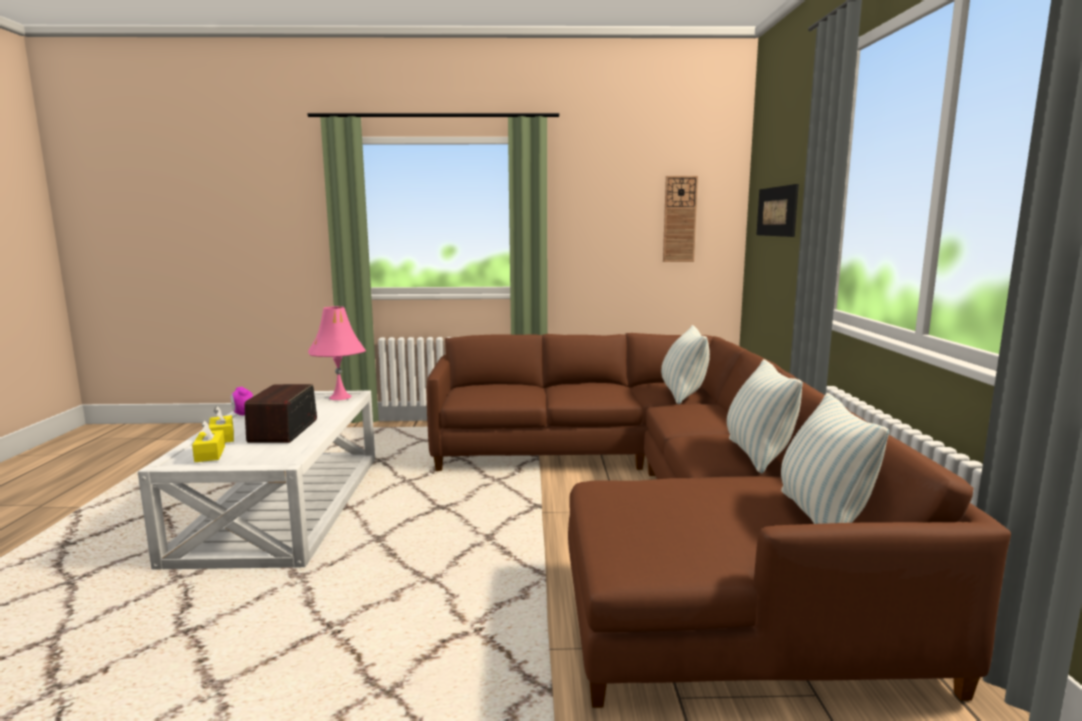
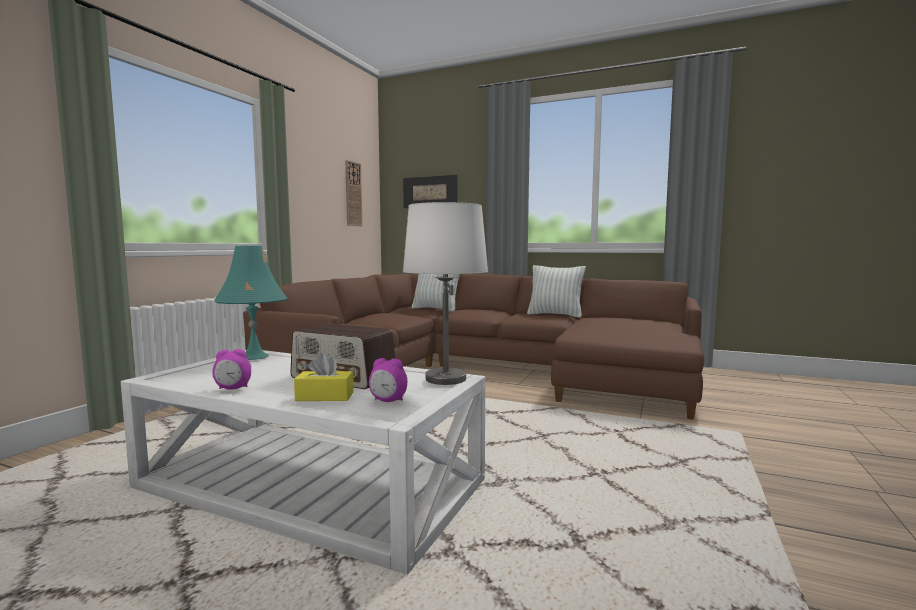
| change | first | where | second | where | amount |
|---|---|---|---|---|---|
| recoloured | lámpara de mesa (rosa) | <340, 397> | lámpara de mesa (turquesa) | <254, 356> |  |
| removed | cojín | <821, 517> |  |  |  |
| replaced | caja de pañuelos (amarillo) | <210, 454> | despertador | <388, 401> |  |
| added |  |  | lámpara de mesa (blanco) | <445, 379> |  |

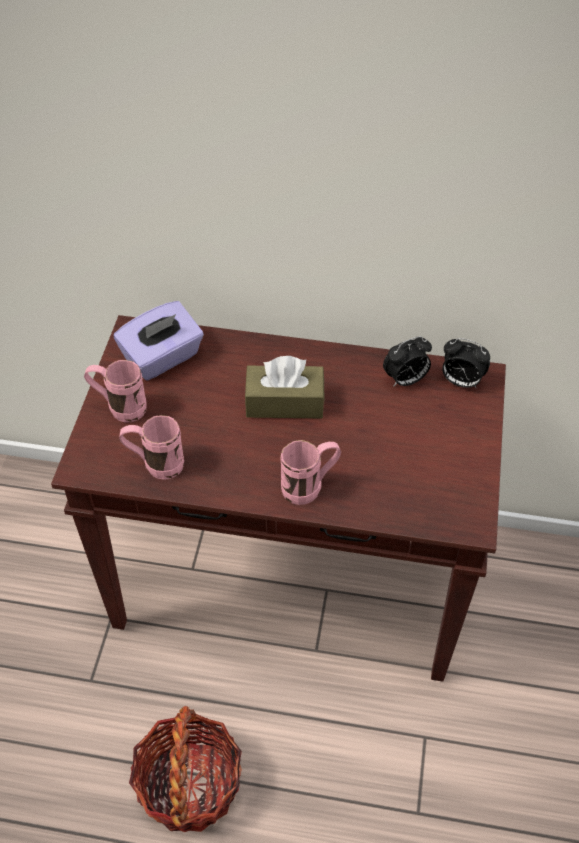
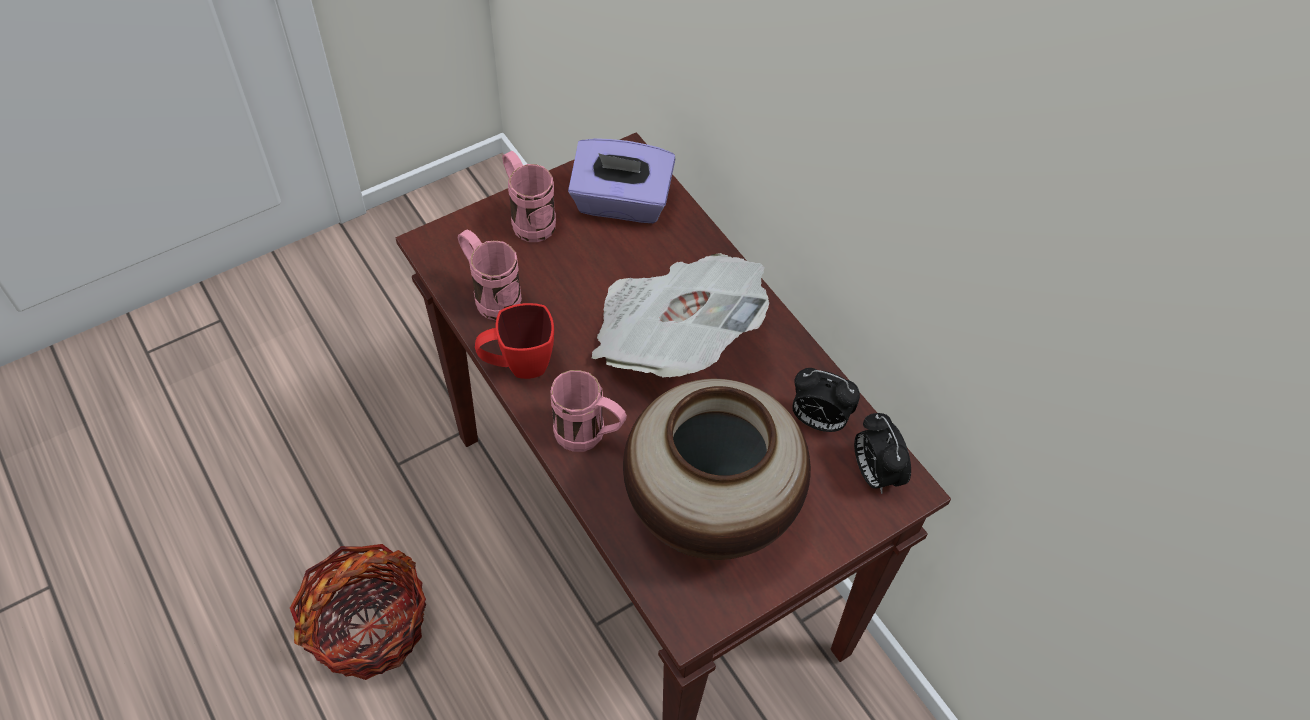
| change | first | where | second | where | amount |
|---|---|---|---|---|---|
| replaced | caja de pañuelos (marrón) | <284, 402> | periódico | <672, 338> |  |
| added |  |  | taza grande (rojo) | <517, 366> |  |
| added |  |  | florero | <709, 507> |  |

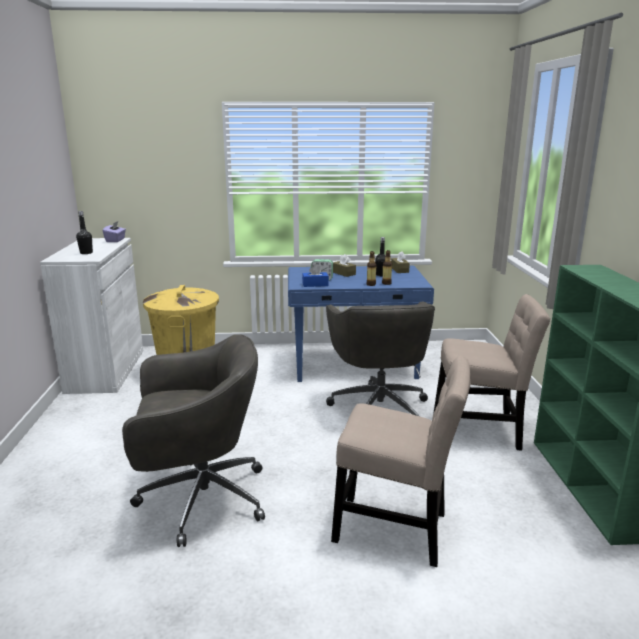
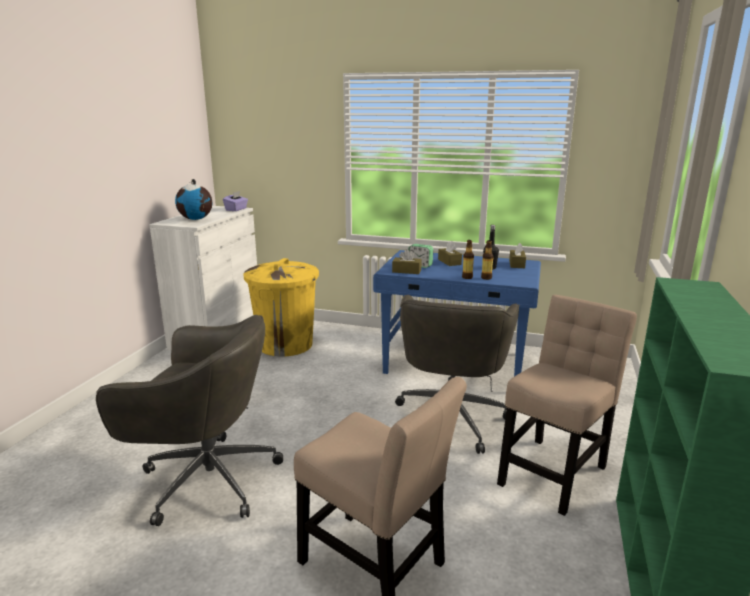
| change | first | where | second | where | amount |
|---|---|---|---|---|---|
| replaced | botella (negro) | <86, 253> | globo terráqueo | <196, 219> |  |
| recoloured | caja de pañuelos (azul) | <315, 284> | caja de pañuelos (marrón) | <406, 271> |  |
| turned | silla (beis) | <480, 432> |  | <554, 471> | 75 degrees counterclockwise |

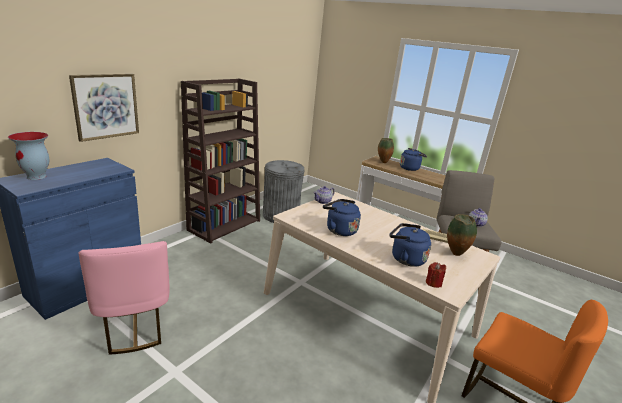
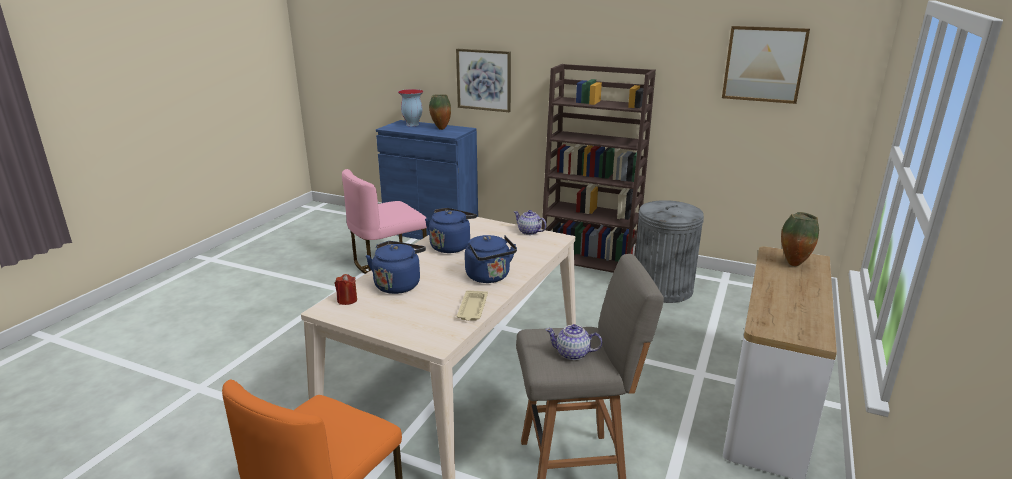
| change | first | where | second | where | amount |
|---|---|---|---|---|---|
| moved | hervidor (azul) | <410, 168> |  | <489, 277> |  |
| moved | florero | <455, 254> |  | <440, 129> |  |
| added |  |  | cuadro | <764, 64> |  |

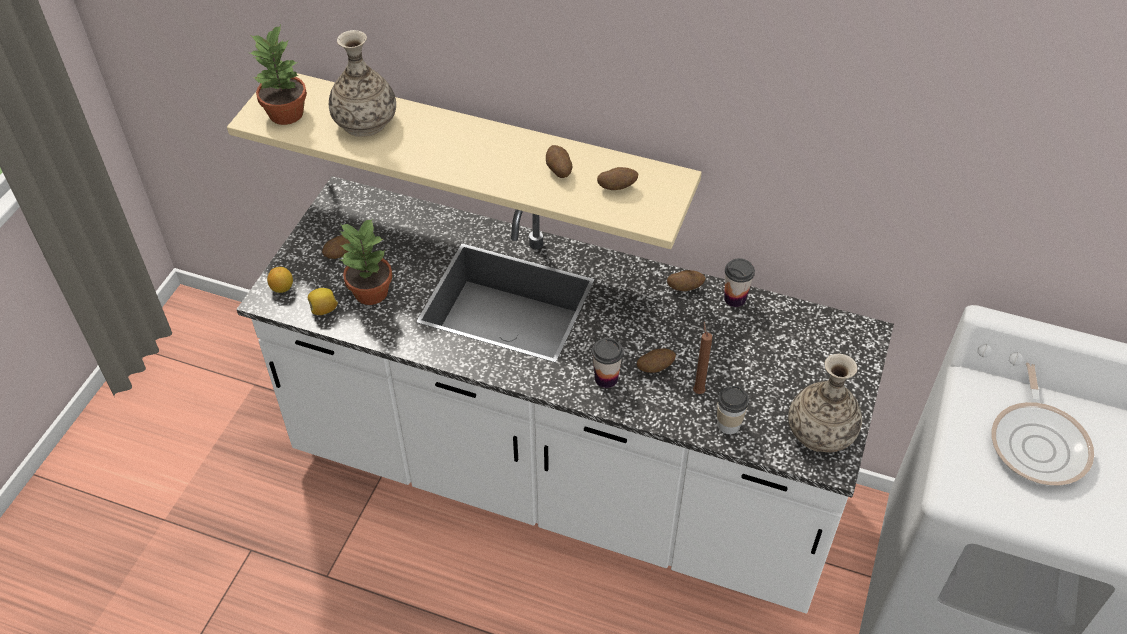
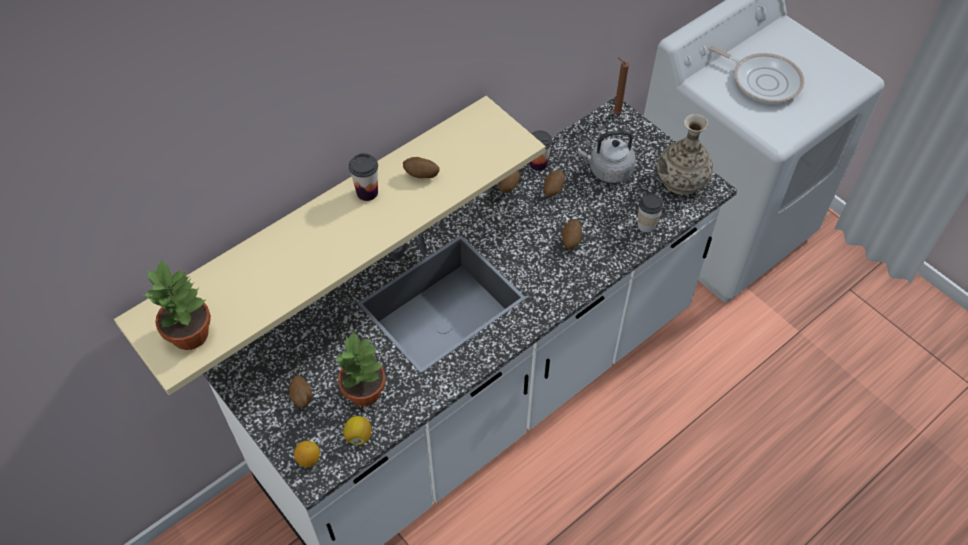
| change | first | where | second | where | amount |
|---|---|---|---|---|---|
| removed | florero | <365, 121> |  |  |  |
| moved | patata | <617, 187> |  | <553, 189> |  |
| moved | vela (marrón) | <698, 390> |  | <615, 113> |  |
| moved | taza | <606, 378> |  | <367, 192> |  |
| added |  |  | hervidor (gris) | <608, 171> |  |

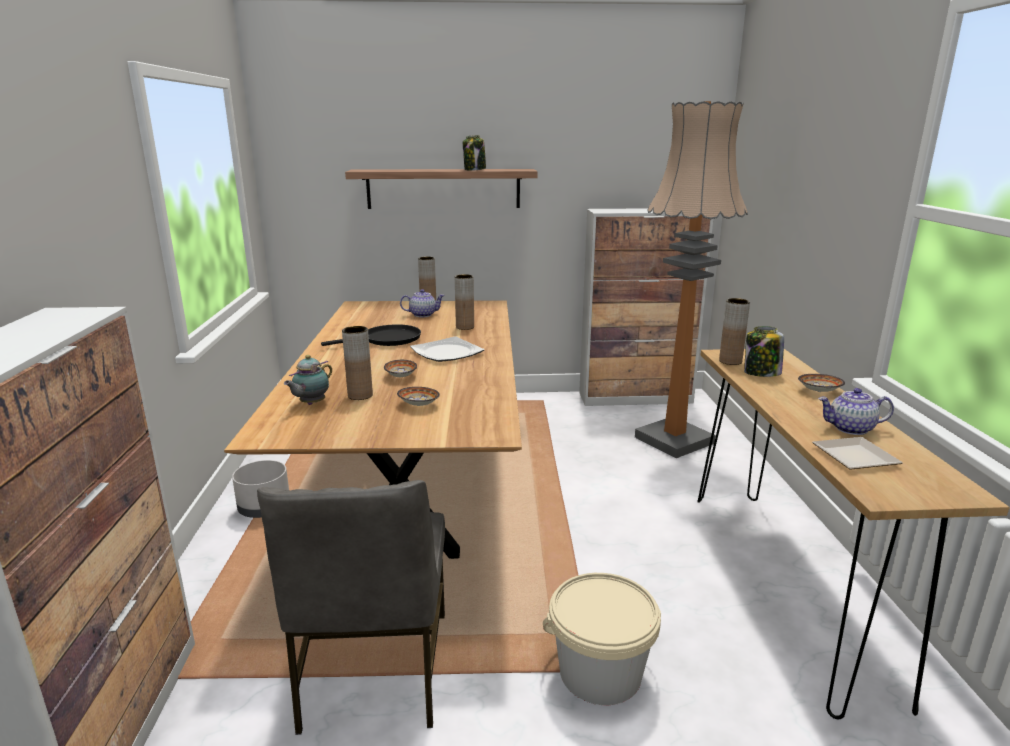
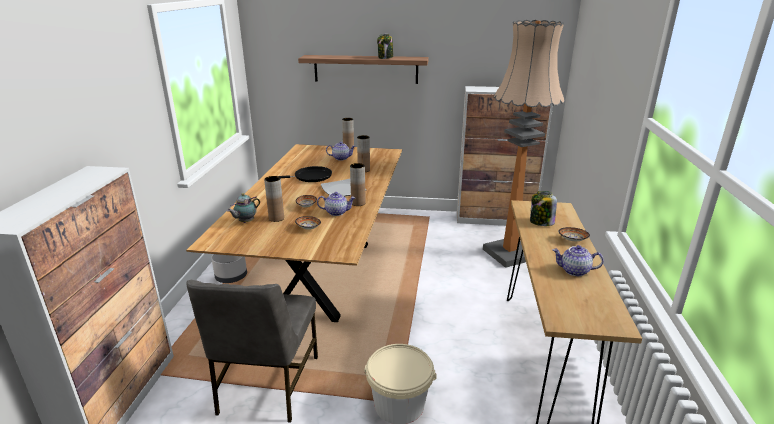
| change | first | where | second | where | amount |
|---|---|---|---|---|---|
| moved | florero (marrón) | <730, 361> |  | <358, 203> |  |
| removed | plato | <858, 457> |  |  |  |
| added |  |  | tetera | <337, 212> |  |

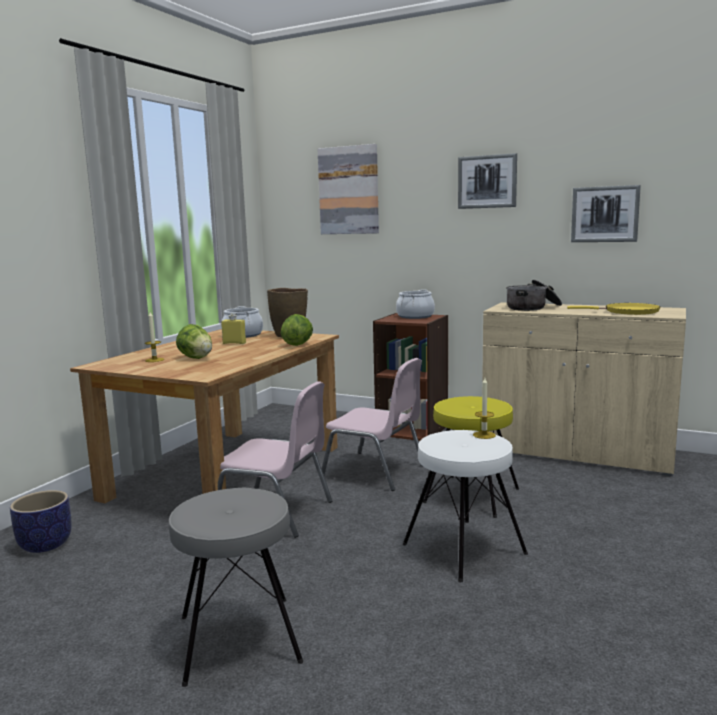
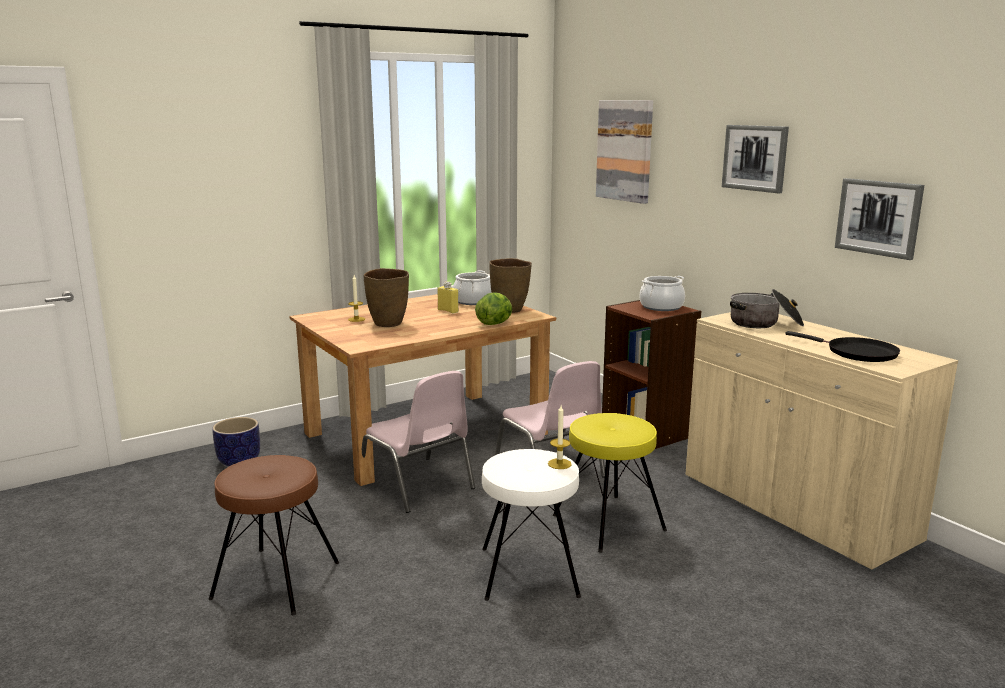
| change | first | where | second | where | amount |
|---|---|---|---|---|---|
| recoloured | sartén (amarillo) | <627, 312> | sartén (negro) | <857, 353> |  |
| replaced | lechuga | <196, 358> | florero (marrón) | <388, 324> |  |
| recoloured | taburete (gris) | <238, 638> | taburete (marrón) | <276, 579> |  |

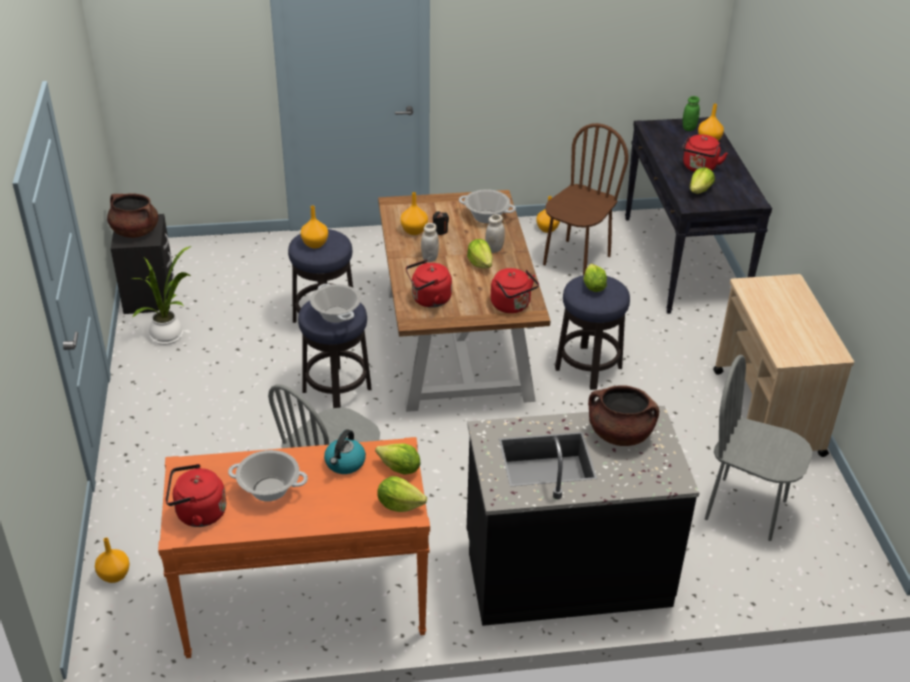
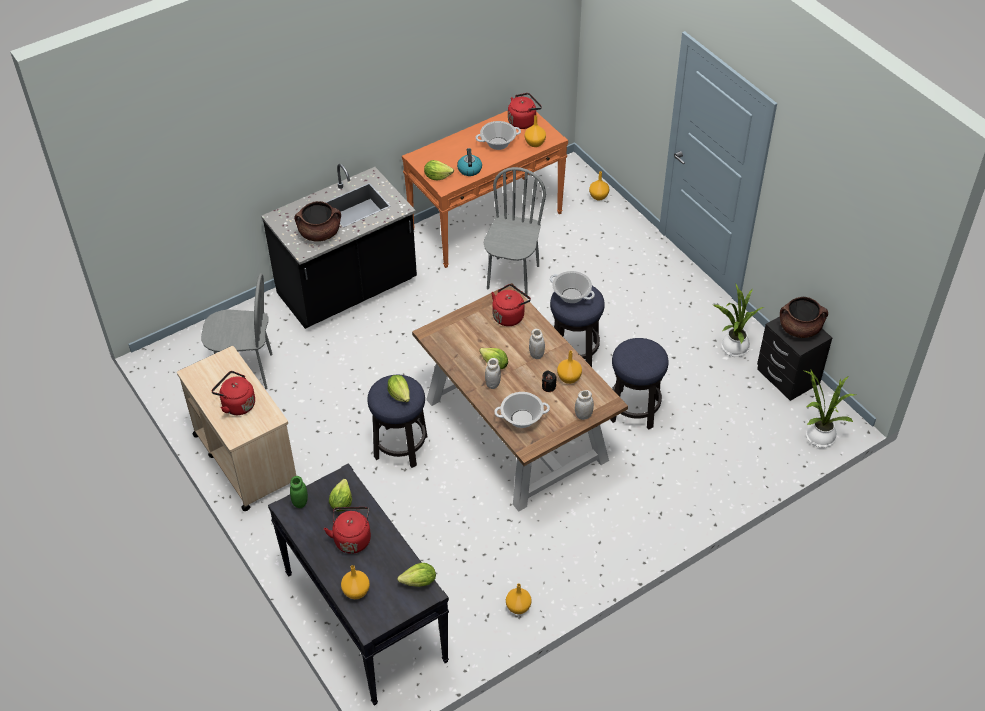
| change | first | where | second | where | amount |
|---|---|---|---|---|---|
| moved | tarro (verde) | <689, 128> |  | <300, 502> |  |
| removed | silla (marrón) | <576, 260> |  |  |  |
| moved | florero (naranja) | <315, 244> |  | <534, 143> |  |
| moved | hervidor (rojo) | <512, 306> |  | <236, 404> |  |
| moved | lechuga | <399, 504> |  | <419, 582> |  |
| added |  |  | planta en maceta | <818, 436> |  |
| added |  |  | tarro (blanco) | <583, 415> |  |

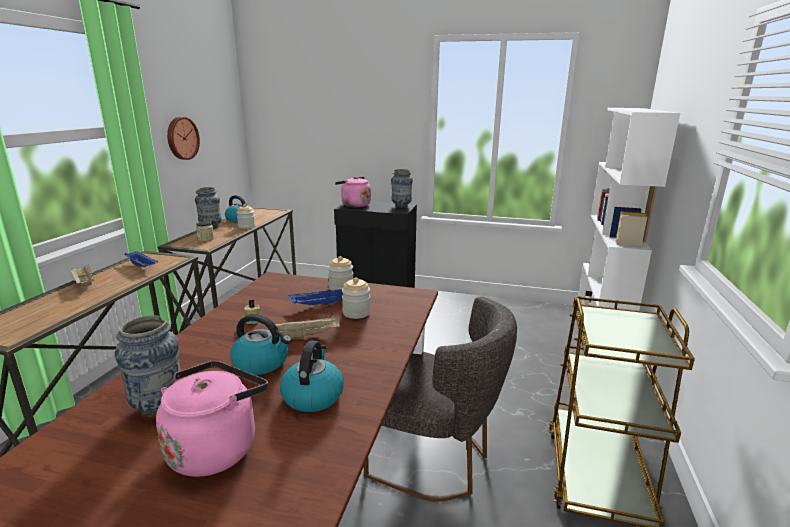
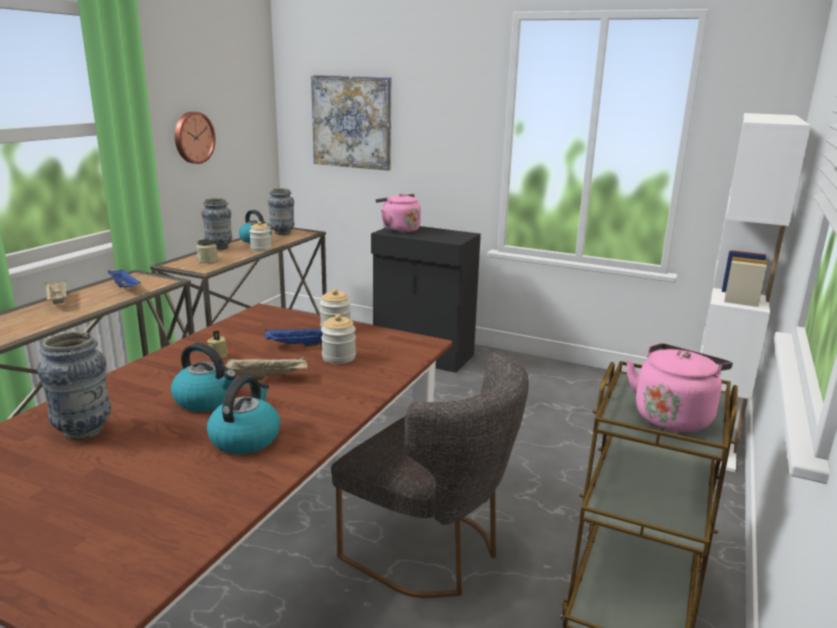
| change | first | where | second | where | amount |
|---|---|---|---|---|---|
| moved | florero | <401, 206> |  | <282, 233> |  |
| moved | hervidor (rosa) | <216, 447> |  | <673, 416> |  |
| added |  |  | cuadro | <352, 122> |  |

